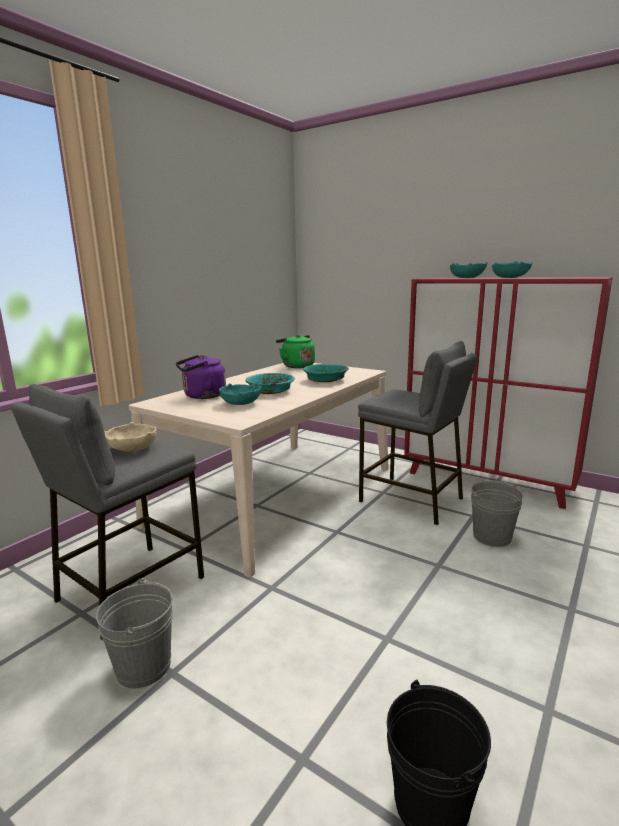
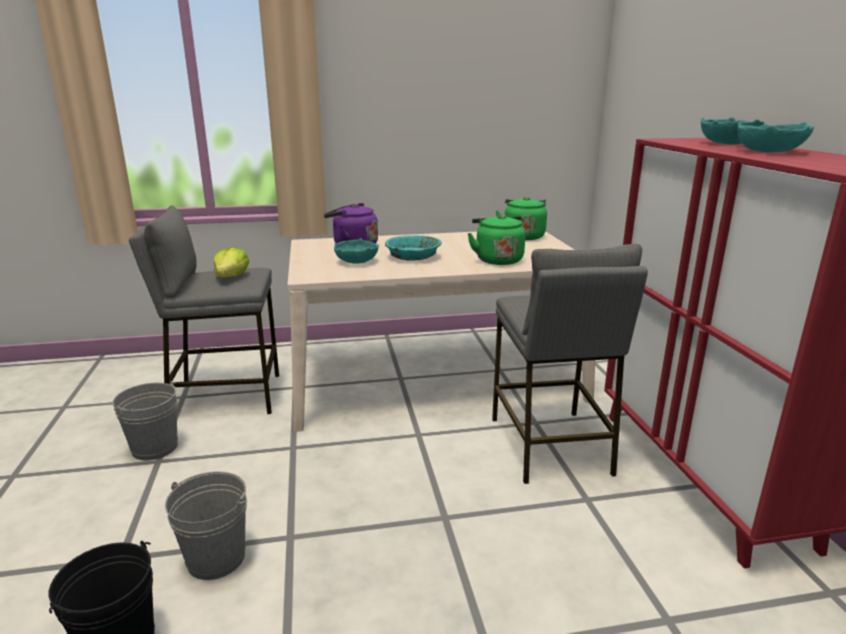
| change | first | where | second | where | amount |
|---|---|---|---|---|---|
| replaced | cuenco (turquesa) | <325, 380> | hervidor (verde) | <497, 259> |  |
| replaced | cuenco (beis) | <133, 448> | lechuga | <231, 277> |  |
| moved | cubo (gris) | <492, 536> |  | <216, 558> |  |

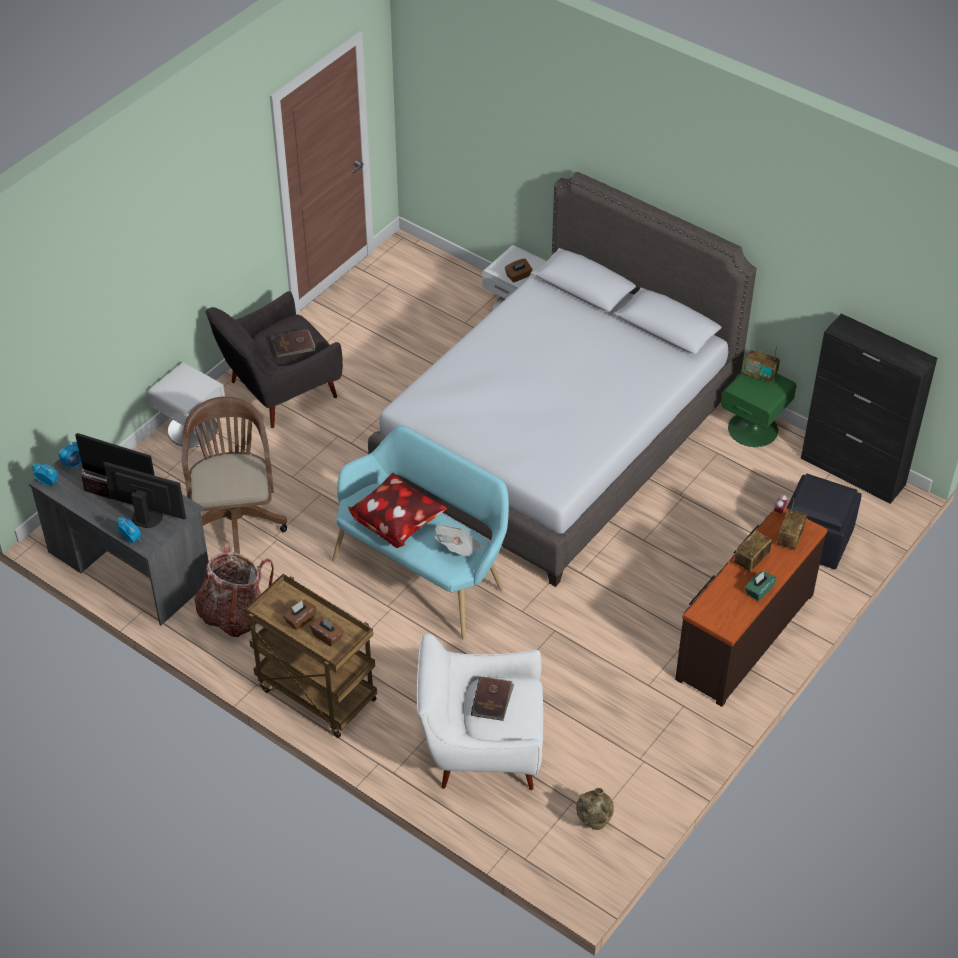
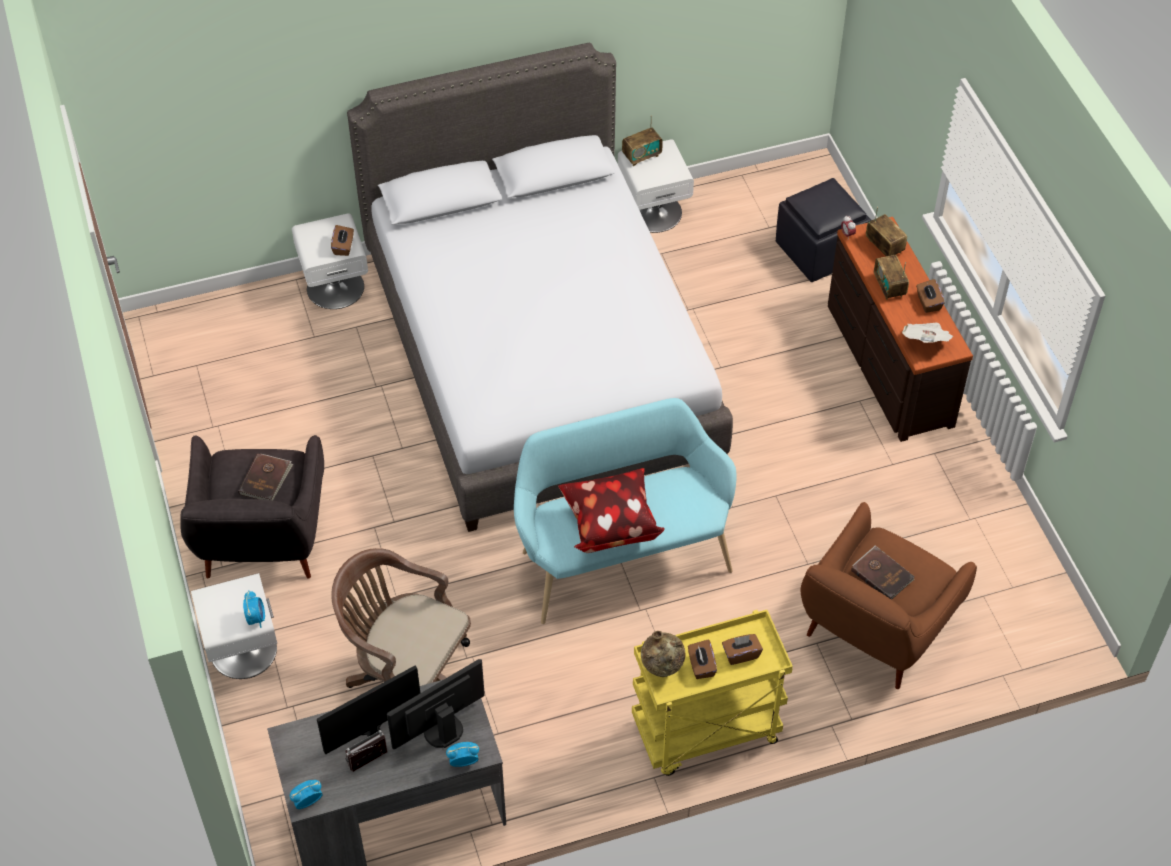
| change | first | where | second | where | amount |
|---|---|---|---|---|---|
| removed | armario (negro) | <853, 472> |  |  |  |
| recoloured | mesita de noche (verde) | <753, 428> | mesita de noche (blanco) | <654, 211> |  |
| moved | despertador | <74, 464> |  | <256, 618> |  |
| moved | periódico | <458, 548> |  | <925, 341> |  |
| removed | mochila | <233, 614> |  |  |  |
| recoloured | caja de pañuelos (verde) | <759, 591> | caja de pañuelos (marrón) | <928, 303> |  |
| recoloured | carrito (marrón) | <315, 694> | carrito (amarillo) | <705, 732> |  |
| recoloured | sillón (blanco) | <481, 749> | sillón (marrón) | <873, 632> |  |
| moved | florero (beis) | <594, 824> |  | <662, 672> |  |

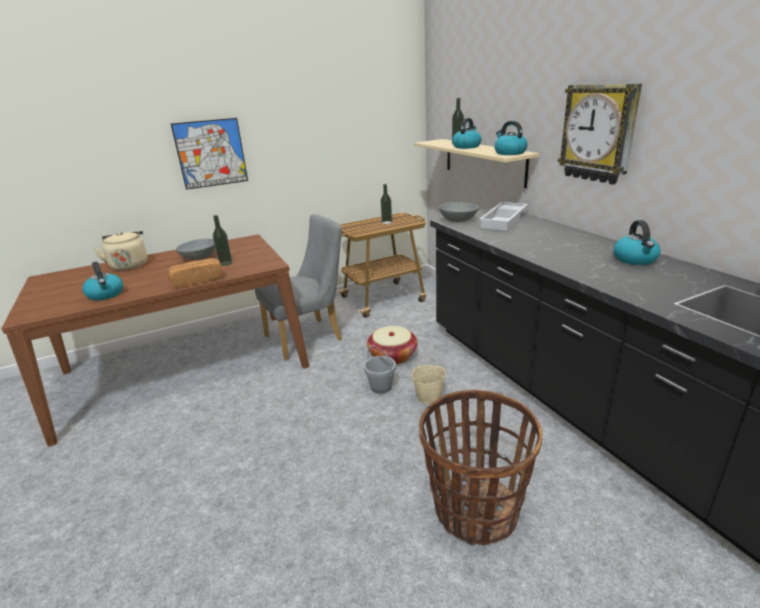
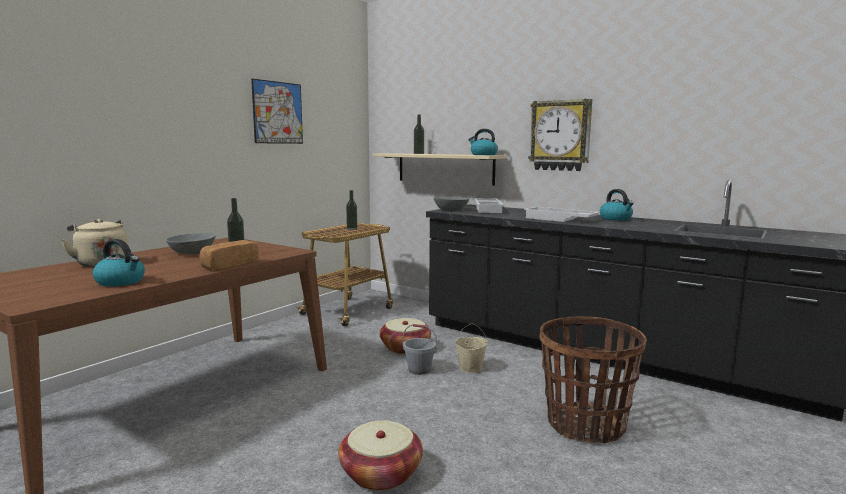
| change | first | where | second | where | amount |
|---|---|---|---|---|---|
| moved | cuadro | <211, 153> |  | <278, 112> |  |
| removed | hervidor | <466, 146> |  |  |  |
| removed | silla (gris) | <309, 337> |  |  |  |
| added |  |  | bandeja (blanco) | <560, 219> |  |
| added |  |  | cesta | <380, 474> |  |

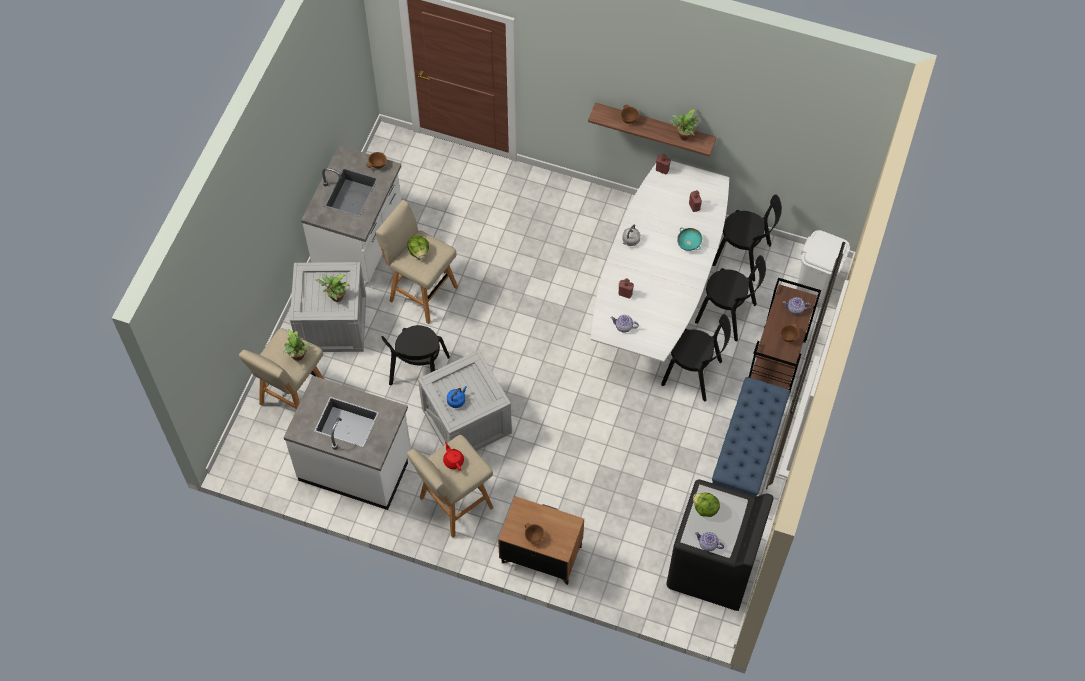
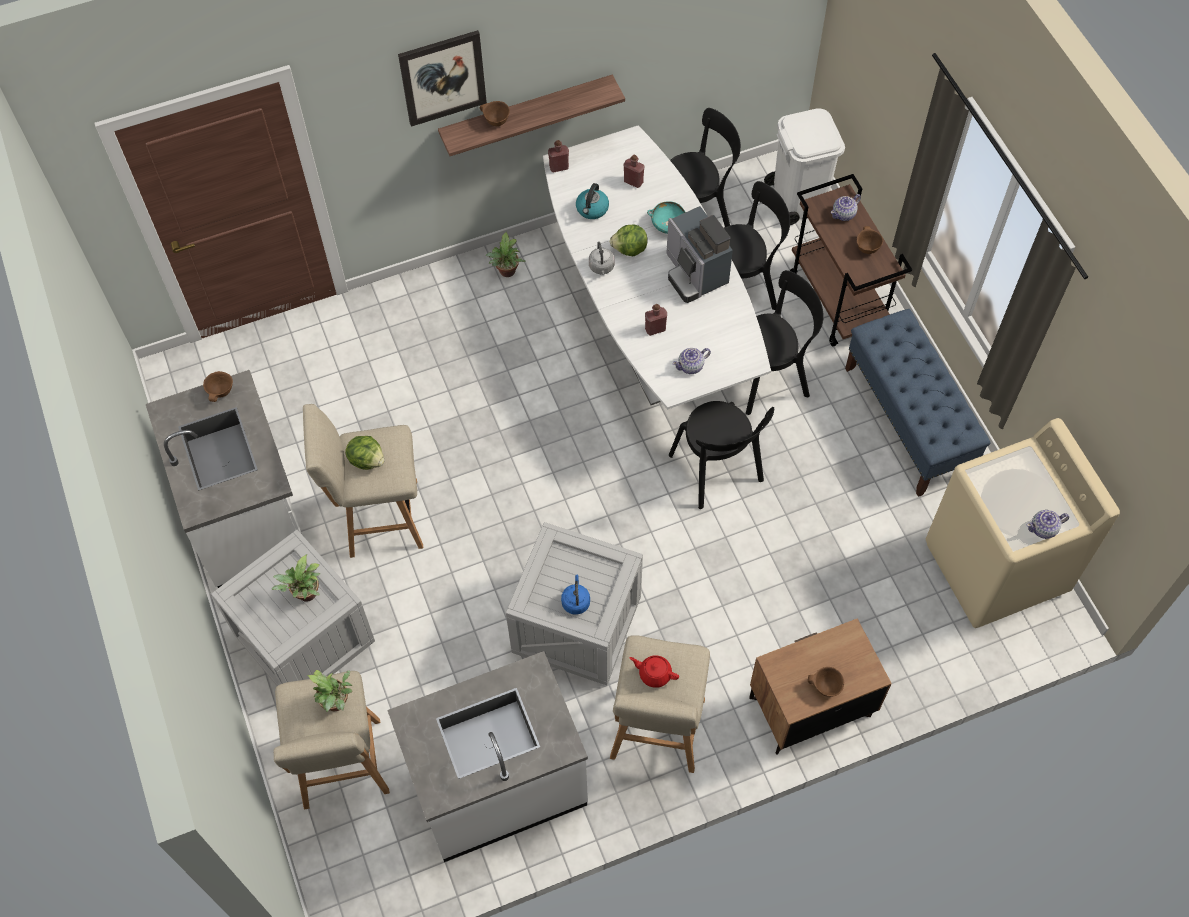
| change | first | where | second | where | amount |
|---|---|---|---|---|---|
| moved | planta en maceta | <683, 136> |  | <507, 273> |  |
| moved | silla (negro) | <418, 373> |  | <717, 471> |  |
| recoloured | lavadora (negro) | <712, 568> | lavadora (beis) | <995, 568> |  |
| moved | lechuga | <705, 509> |  | <629, 249> |  |
| added |  |  | cuadro | <443, 77> |  |
| added |  |  | hervidor | <592, 209> |  |
| added |  |  | cafetera | <695, 273> |  |

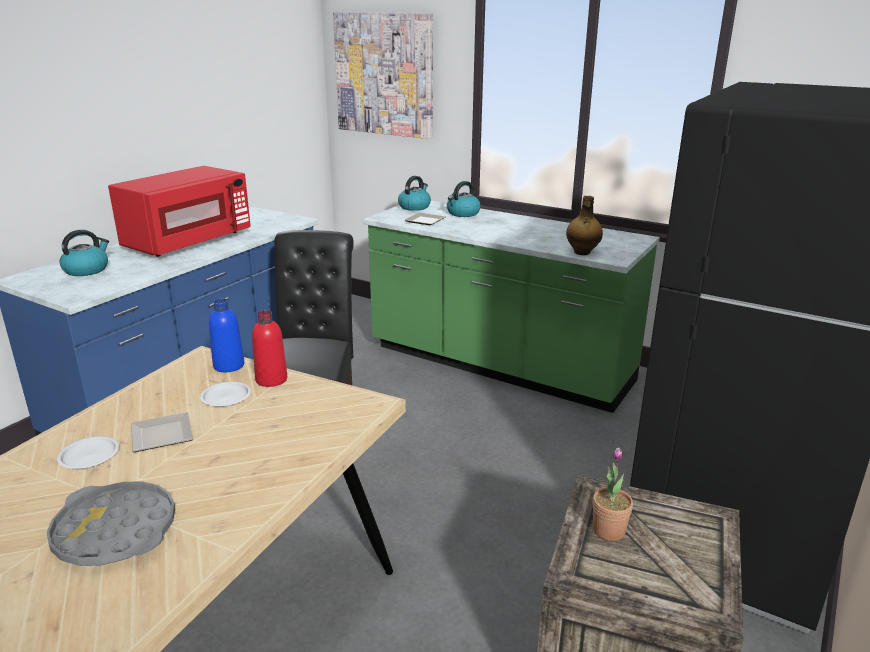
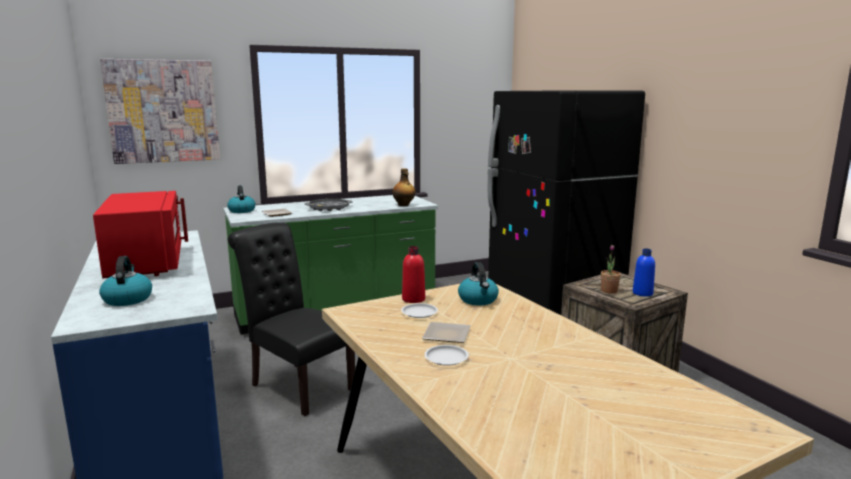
| change | first | where | second | where | amount |
|---|---|---|---|---|---|
| moved | hervidor | <463, 213> |  | <478, 300> |  |
| moved | botella (azul) | <229, 366> |  | <642, 293> |  |
| moved | bandeja (gris) | <115, 532> |  | <329, 208> |  |

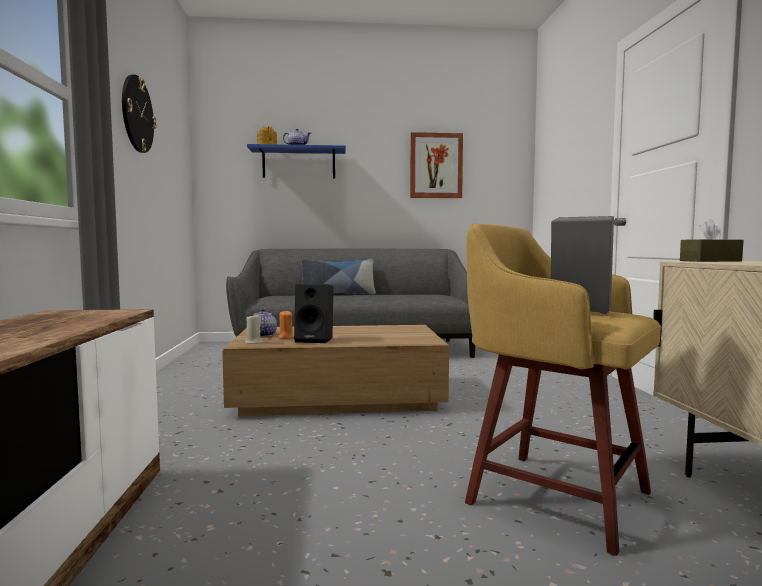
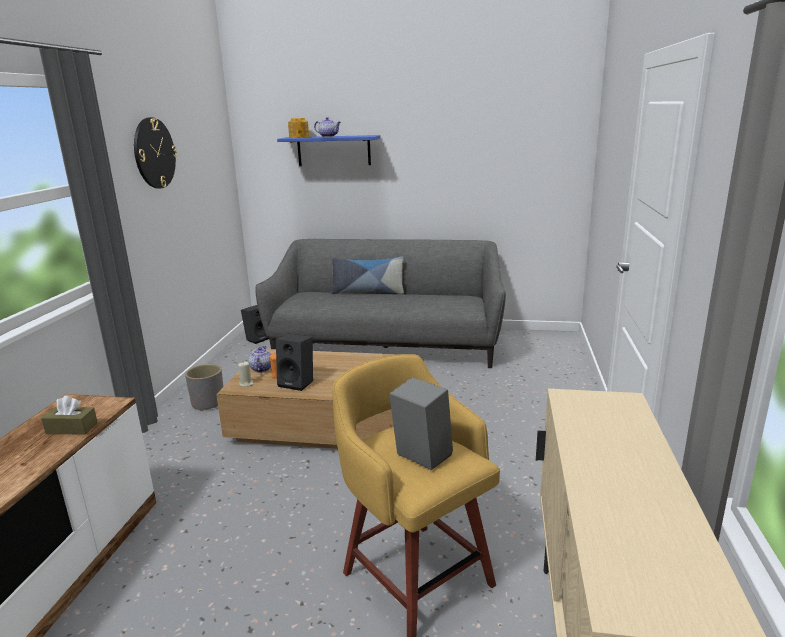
| change | first | where | second | where | amount |
|---|---|---|---|---|---|
| removed | cuadro | <436, 166> |  |  |  |
| moved | caja de pañuelos (marrón) | <710, 261> |  | <72, 428> |  |
| added |  |  | altavoz (negro) | <258, 339> |  |
| added |  |  | maceta (gris) | <208, 403> |  |

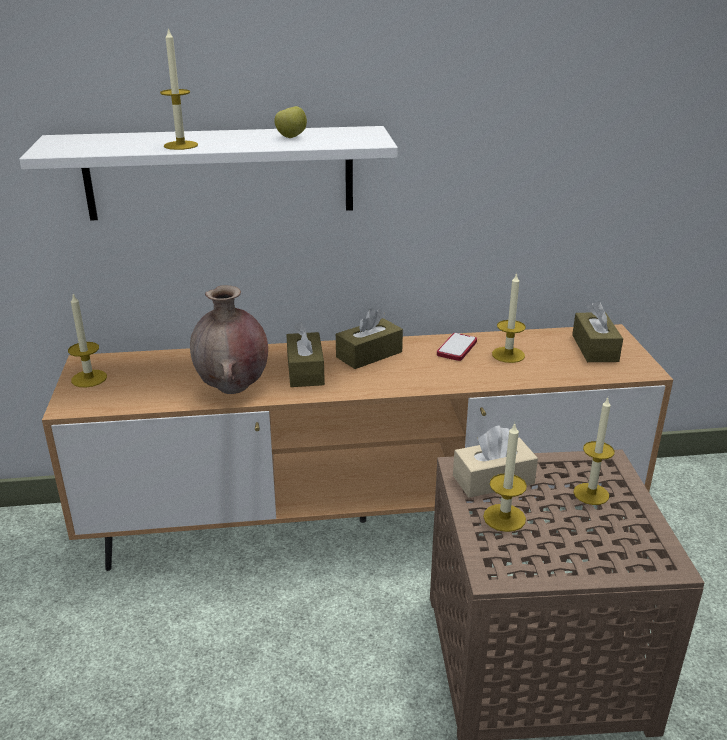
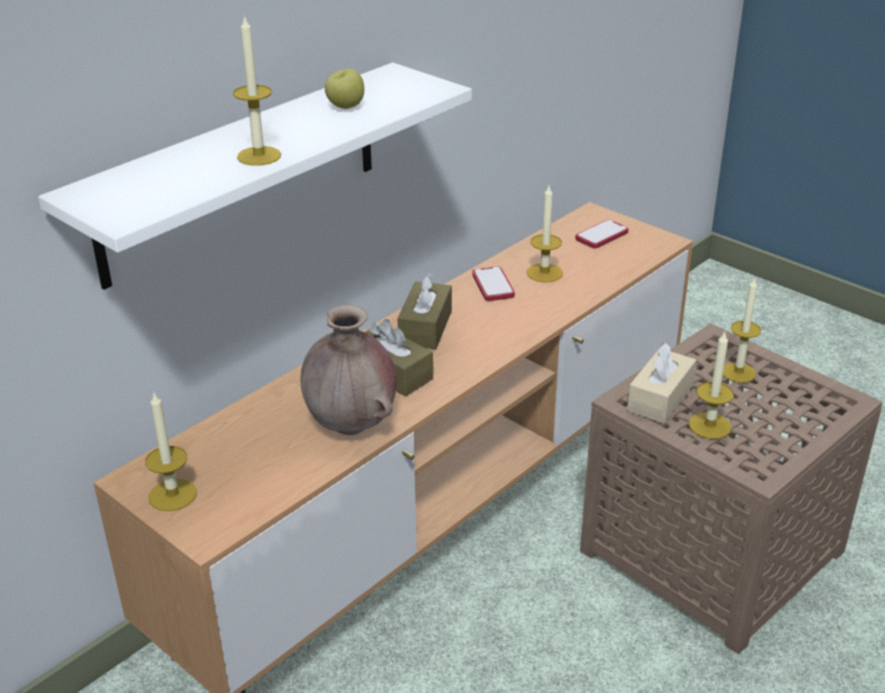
| change | first | where | second | where | amount |
|---|---|---|---|---|---|
| replaced | caja de pañuelos (marrón) | <595, 348> | móvil | <601, 236> |  |

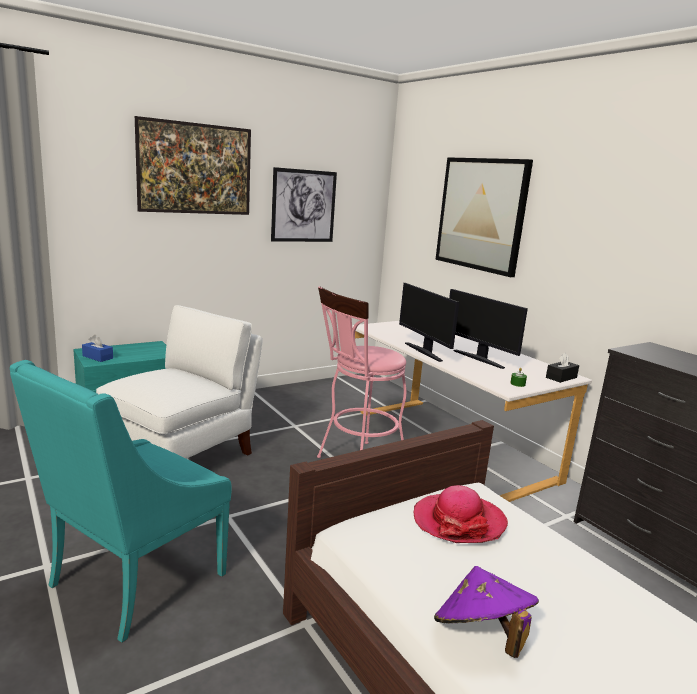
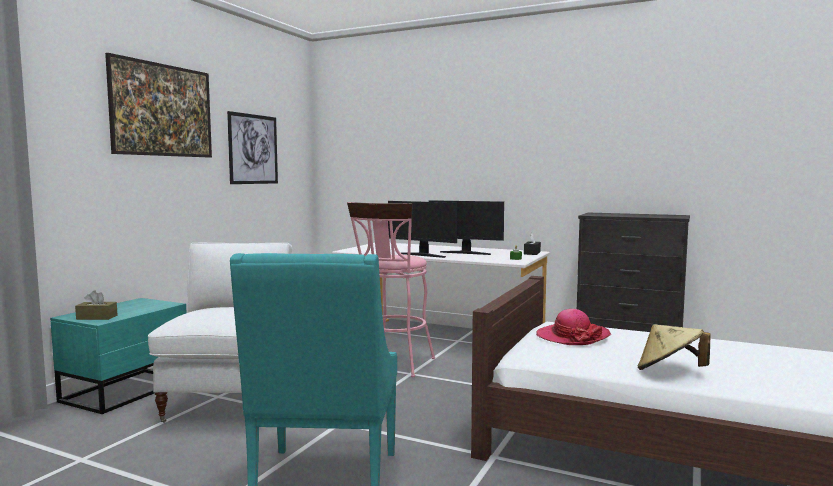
| change | first | where | second | where | amount |
|---|---|---|---|---|---|
| removed | cuadro | <481, 214> |  |  |  |
| recoloured | caja de pañuelos (azul) | <97, 357> | caja de pañuelos (marrón) | <97, 317> |  |
| recoloured | sombrero (morado) | <481, 635> | sombrero (beis) | <669, 371> |  |

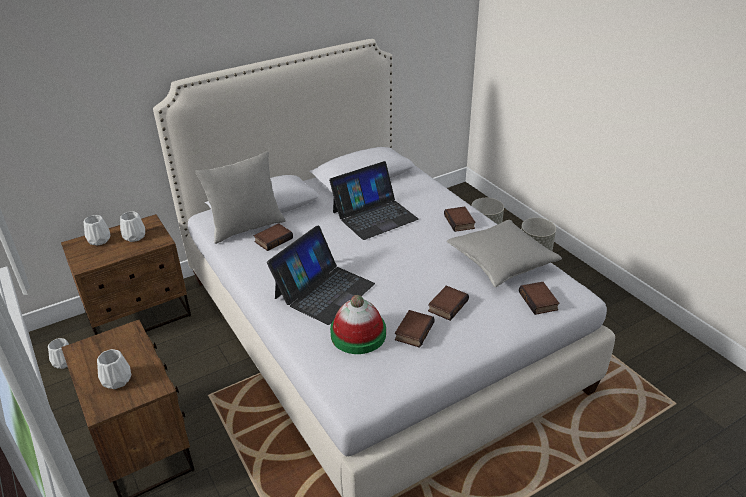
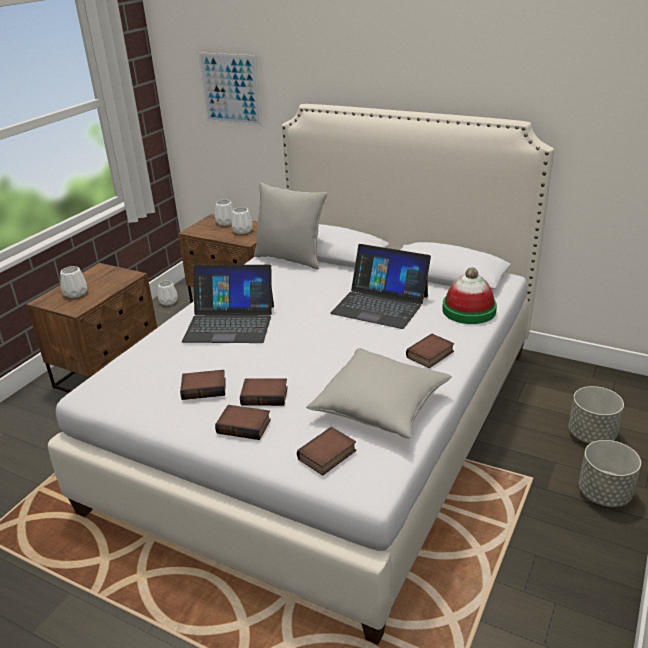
| change | first | where | second | where | amount |
|---|---|---|---|---|---|
| moved | libro | <273, 239> |  | <245, 425> |  |
| moved | sombrero | <358, 334> |  | <469, 310> |  |
| added |  |  | cuadro | <230, 89> |  |

